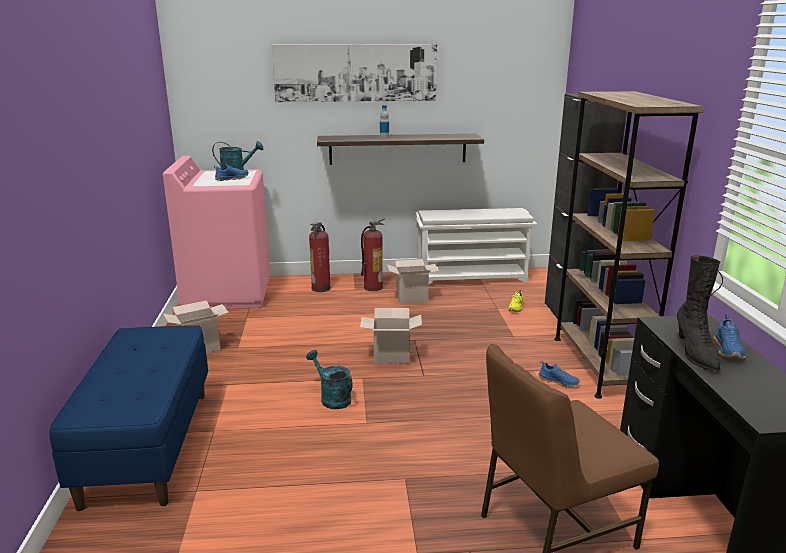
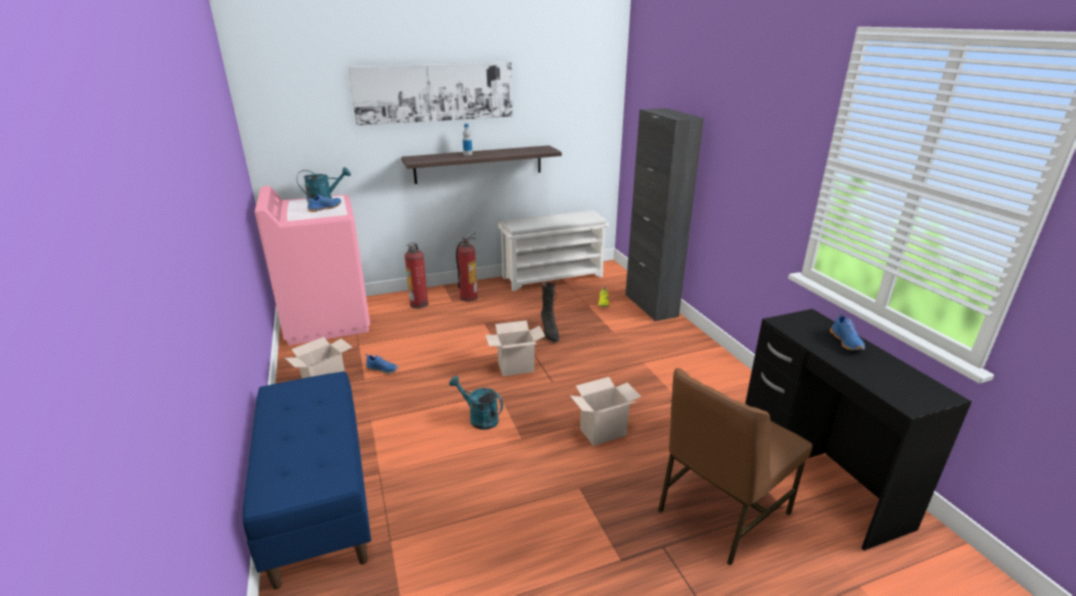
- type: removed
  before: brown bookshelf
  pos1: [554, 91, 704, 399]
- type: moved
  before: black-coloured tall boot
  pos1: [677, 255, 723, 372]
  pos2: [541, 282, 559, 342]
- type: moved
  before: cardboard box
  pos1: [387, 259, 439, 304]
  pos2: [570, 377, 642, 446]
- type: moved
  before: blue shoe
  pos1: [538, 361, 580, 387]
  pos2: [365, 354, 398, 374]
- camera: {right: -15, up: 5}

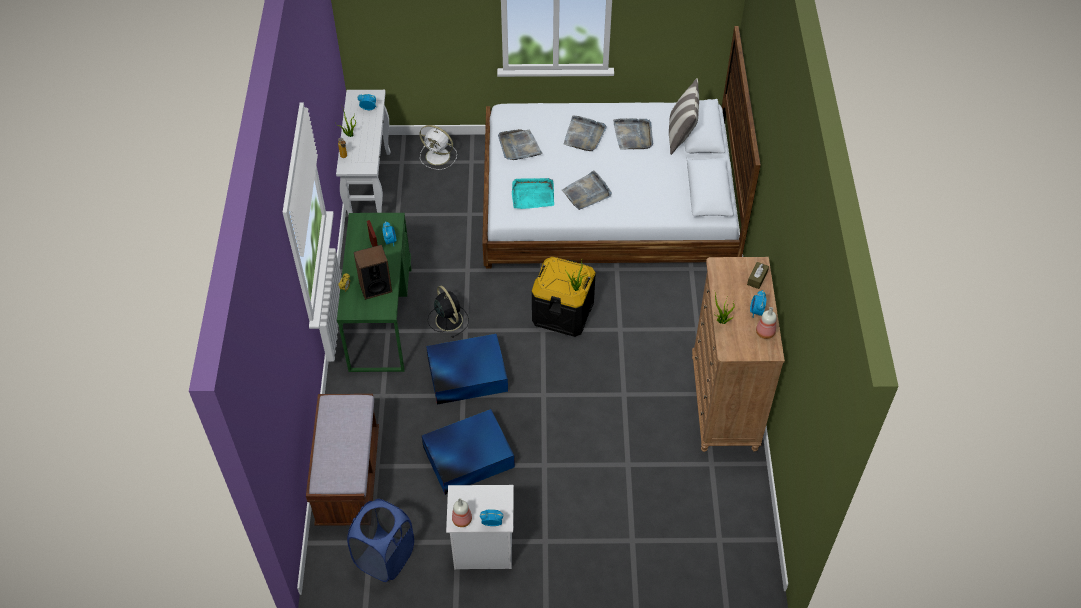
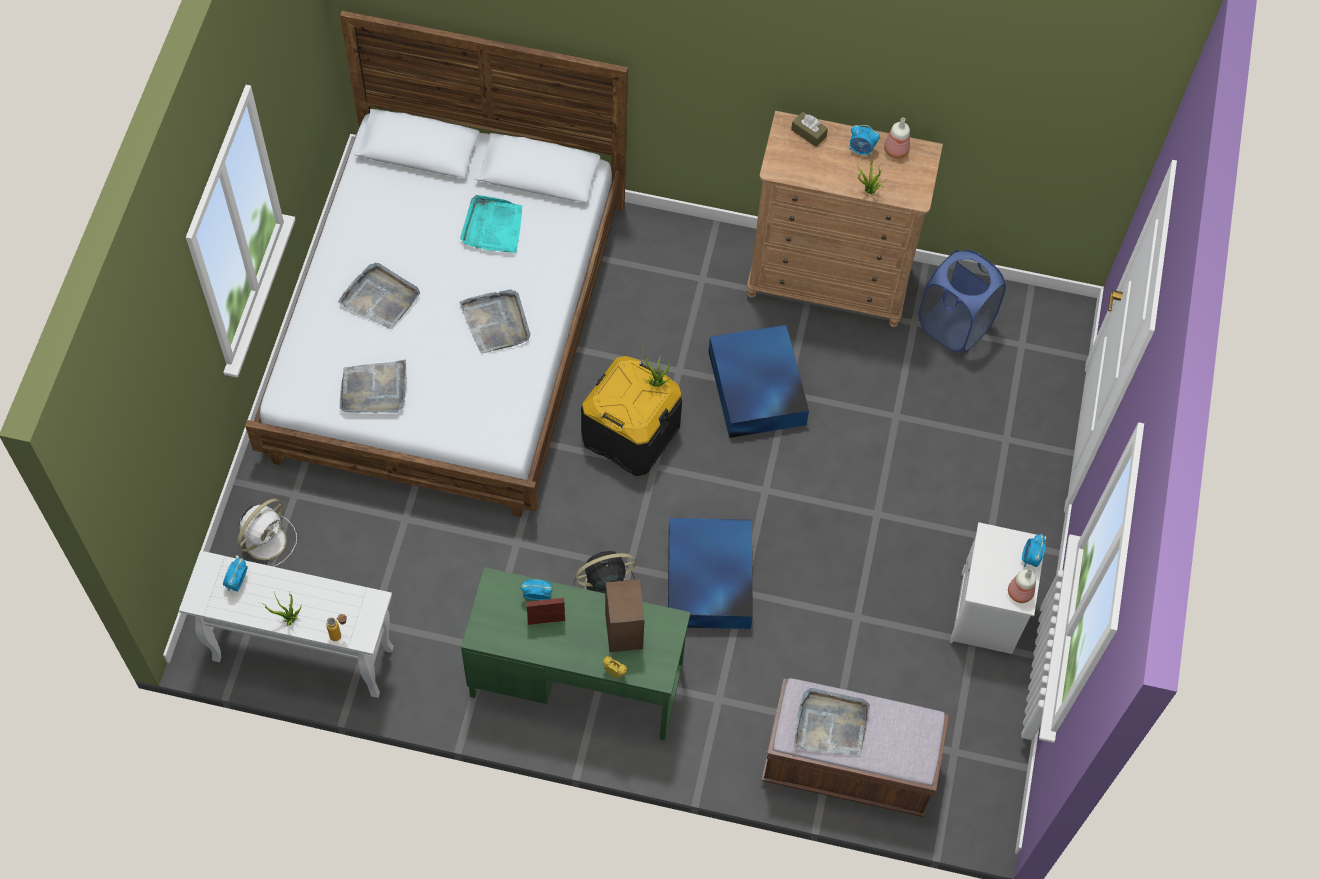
- type: removed
  before: cushion
  pos1: [669, 78, 699, 155]
- type: moved
  before: greyish tray
  pos1: [613, 118, 653, 150]
  pos2: [794, 688, 870, 755]
- type: moved
  before: blue-green tray
  pos1: [512, 178, 554, 209]
  pos2: [460, 195, 522, 253]
- type: moved
  before: blue storage bin
  pos1: [422, 409, 515, 495]
  pos2: [709, 324, 809, 438]
- type: moved
  before: blue laundry basket
  pos1: [347, 499, 414, 582]
  pos2: [918, 250, 1006, 353]
- camera: {right: -80, up: 10}

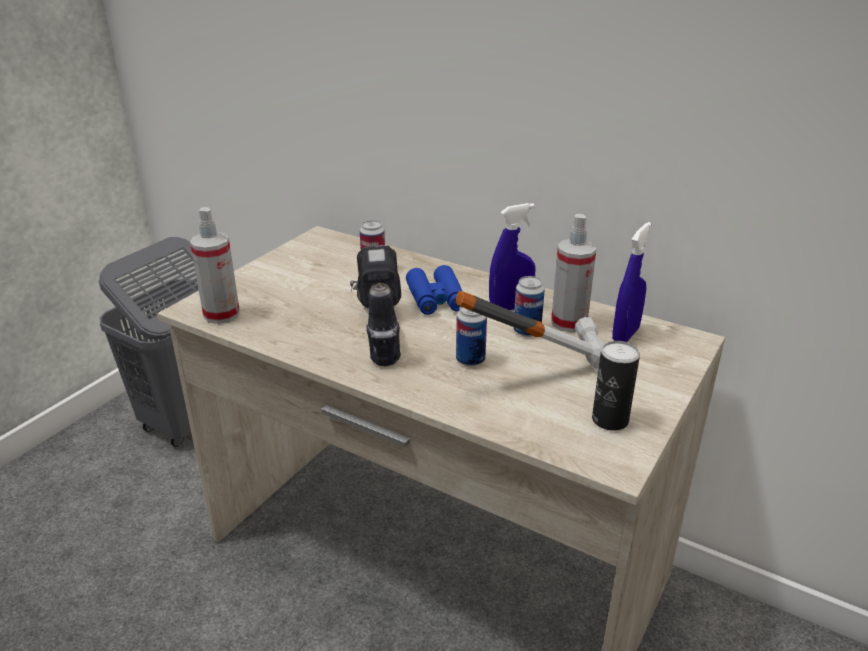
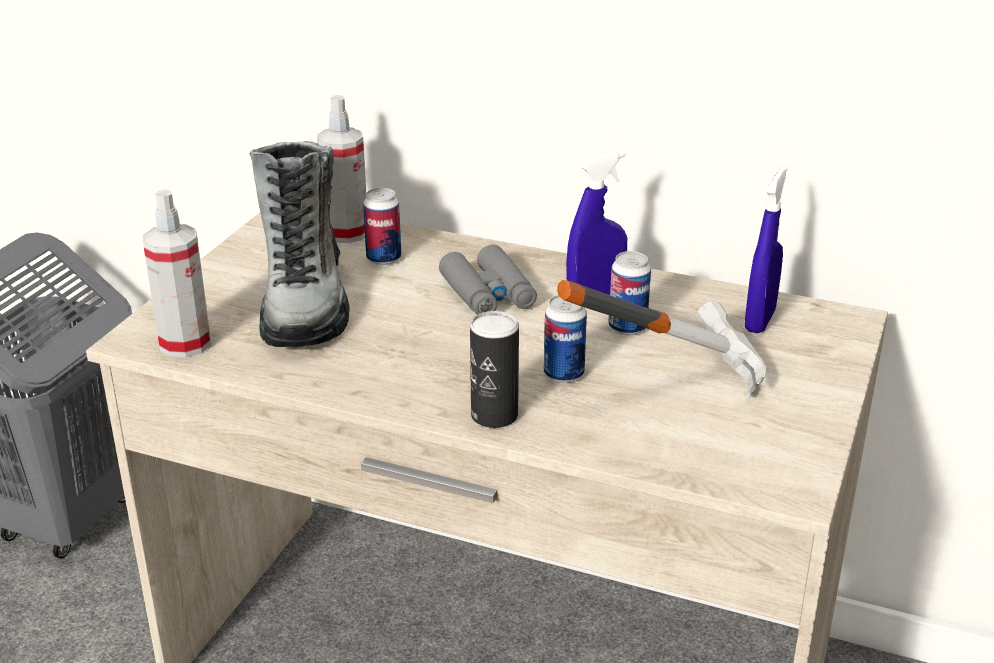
- type: moved
  before: spray bottle
  pos1: [551, 214, 596, 332]
  pos2: [317, 95, 366, 243]
- type: removed
  before: electric drill
  pos1: [350, 245, 401, 366]
- type: recoloured
  before: blue binoculars
  after: greyish binoculars
  pos1: [406, 265, 462, 315]
  pos2: [439, 245, 537, 315]
- type: moved
  before: metal can
  pos1: [592, 341, 640, 431]
  pos2: [470, 311, 519, 428]
- type: added
  after: tall boot
  pos2: [249, 141, 350, 347]
- camera: {right: -10, up: 0}

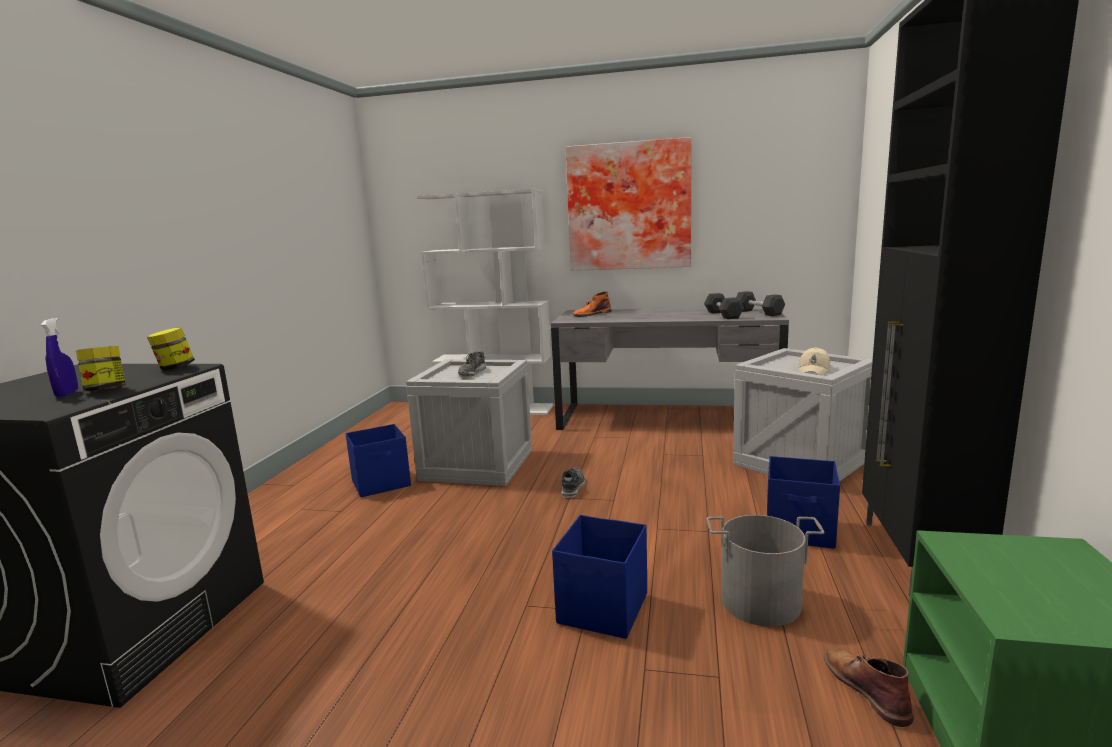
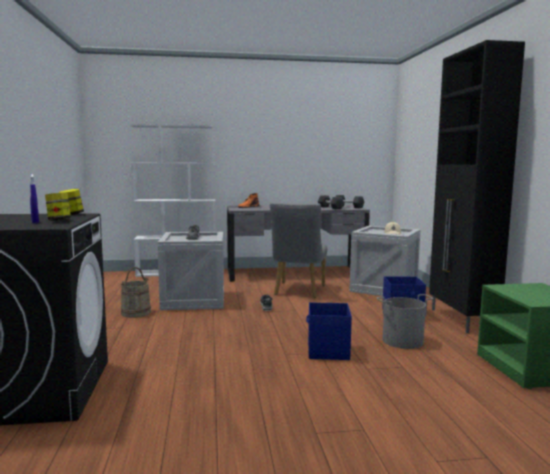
- type: removed
  before: picture
  pos1: [565, 137, 692, 271]
- type: replaced
  before: blue storage bin
  after: beige-coloured pail
  pos1: [346, 424, 411, 497]
  pos2: [121, 267, 151, 318]
- type: removed
  before: brown tall boot
  pos1: [824, 647, 914, 727]
- type: added
  after: greyish upright chair
  pos2: [270, 202, 327, 298]
- camera: {right: -20, up: -5}

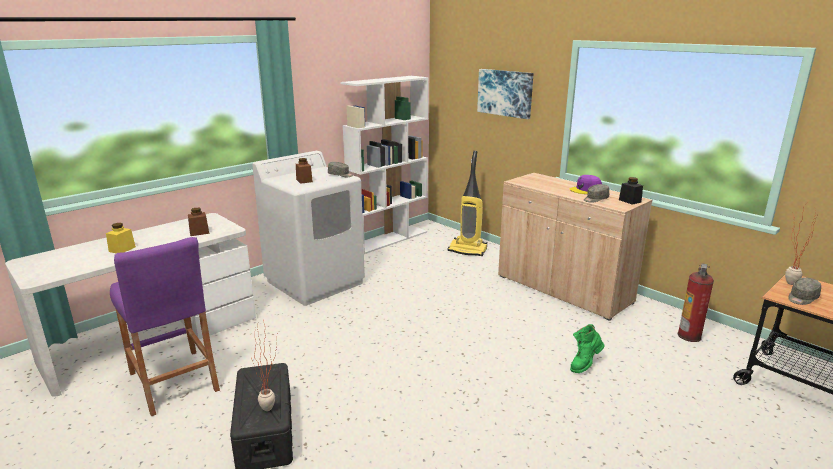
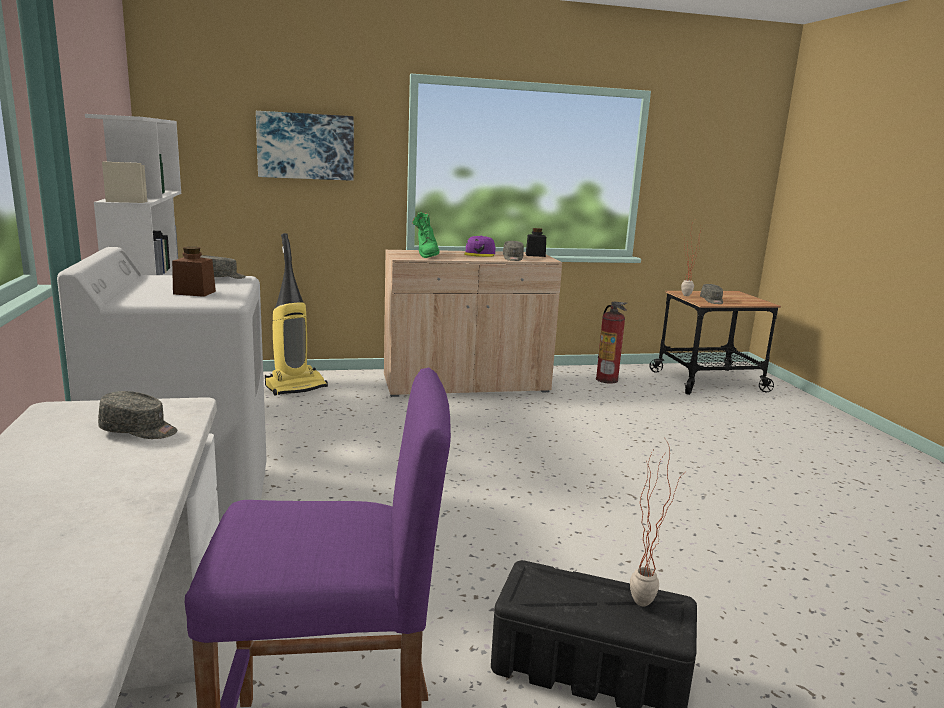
- type: replaced
  before: brown preserve jar
  after: greyish cap
  pos1: [188, 208, 209, 236]
  pos2: [98, 391, 177, 439]
- type: removed
  before: yellow preserve jar
  pos1: [106, 223, 136, 253]
- type: moved
  before: green-coloured tall boot
  pos1: [570, 324, 604, 373]
  pos2: [412, 212, 439, 258]
- camera: {right: -60, up: -5}

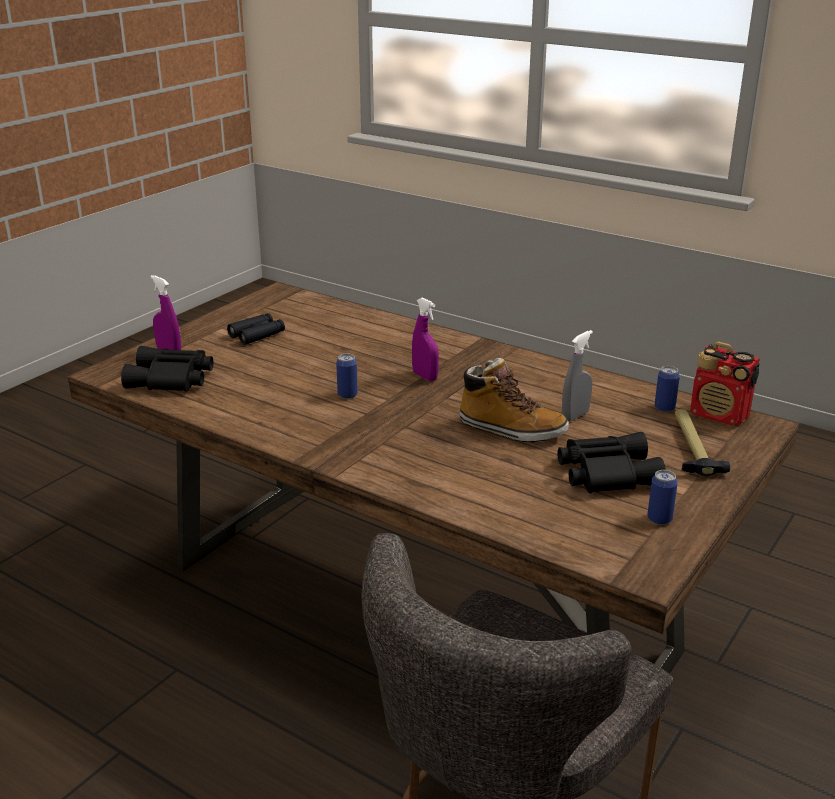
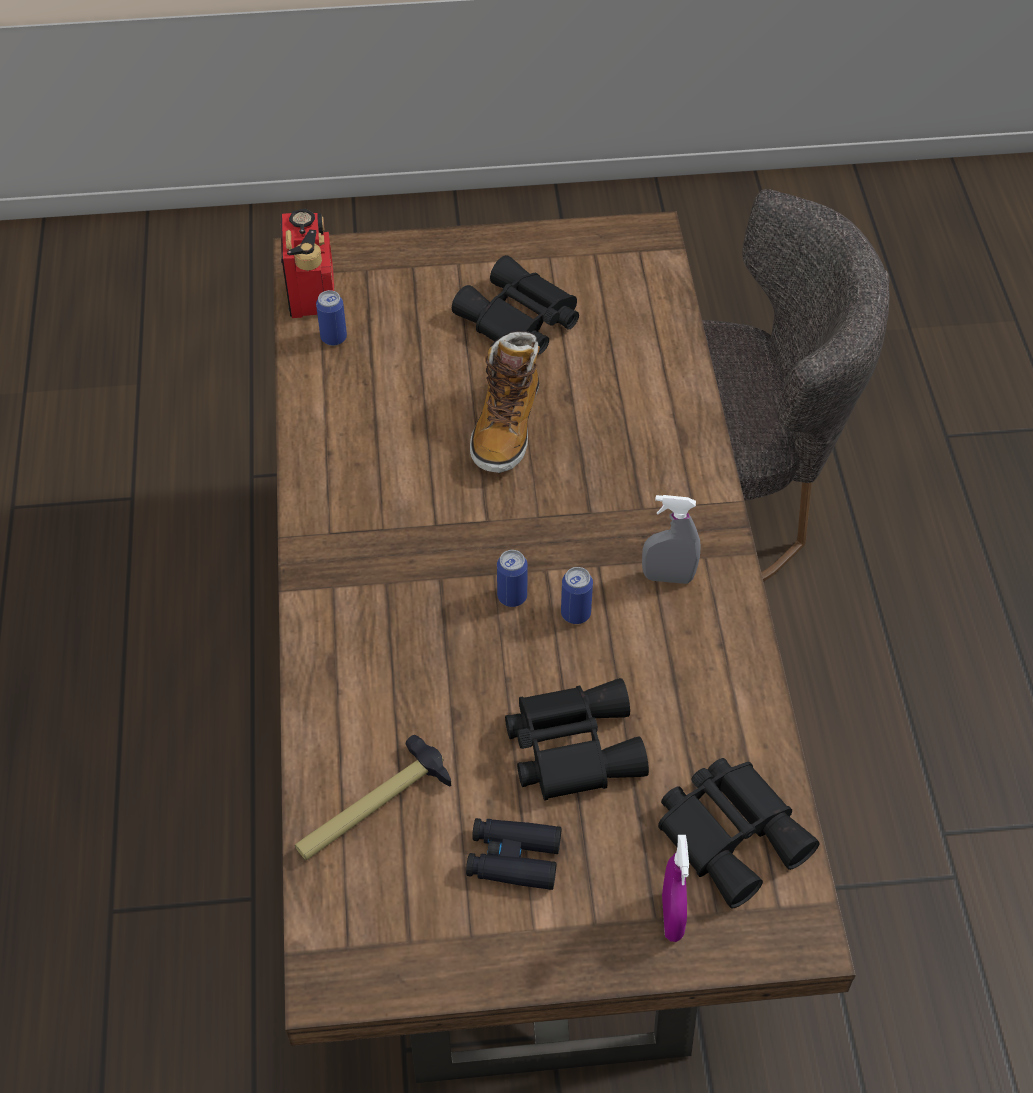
- type: removed
  before: purplish spray bottle
  pos1: [412, 297, 439, 381]
- type: moved
  before: greyish spray bottle
  pos1: [562, 330, 593, 421]
  pos2: [642, 495, 701, 584]
- type: turned
  before: tall boot
  pos1: [459, 358, 569, 443]
  pos2: [470, 330, 540, 473]
  turn: -150
- type: moved
  before: tool hammer
  pos1: [675, 409, 730, 476]
  pos2: [295, 735, 451, 860]
- type: moved
  before: metal can
  pos1: [647, 470, 678, 525]
  pos2: [497, 550, 528, 607]
- type: added
  after: black-coloured binoculars
  pos2: [505, 678, 649, 801]
- camera: {right: -130, up: 25}

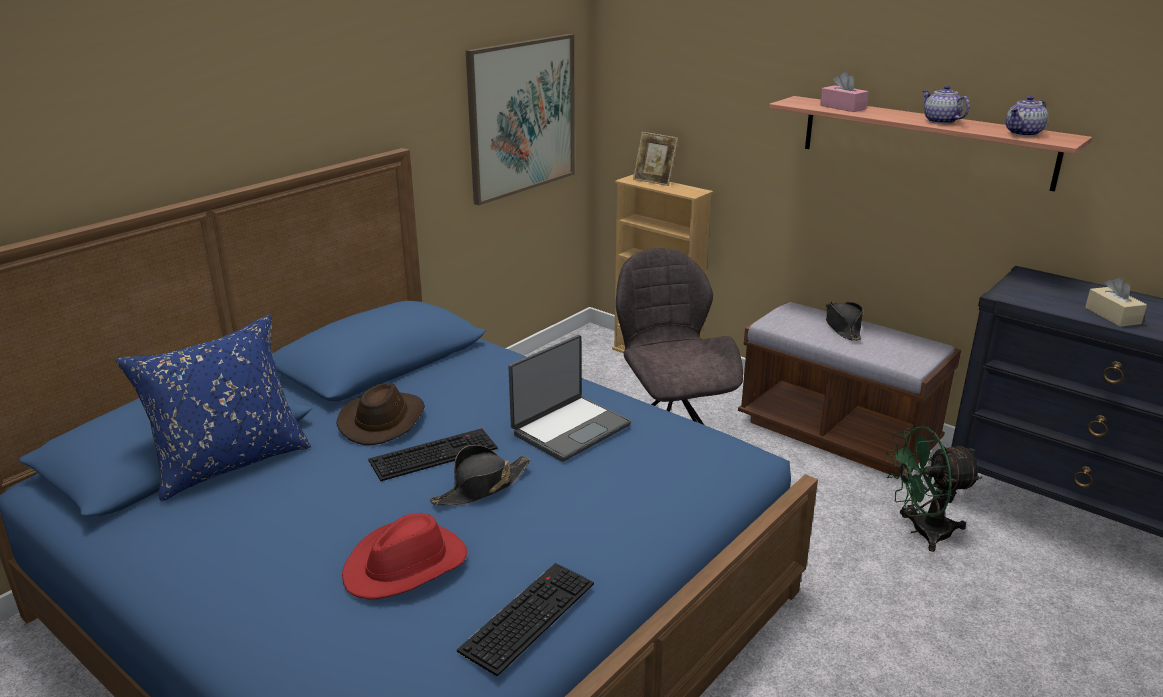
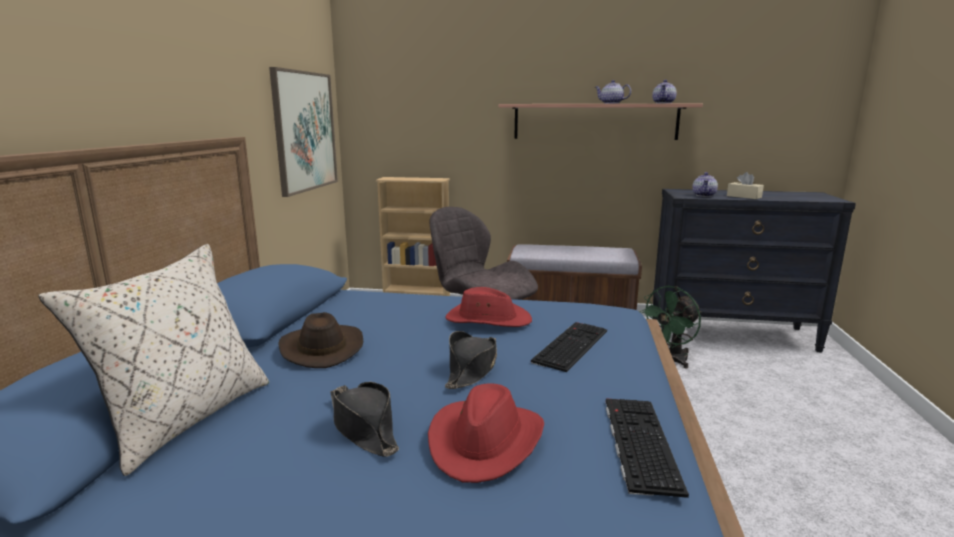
- type: removed
  before: pink-coloured box of tissues
  pos1: [820, 72, 869, 112]
- type: removed
  before: photo frame
  pos1: [633, 132, 678, 186]
- type: moved
  before: black-coloured clothing hat
  pos1: [826, 301, 863, 341]
  pos2: [330, 382, 399, 457]
- type: recoloured
  before: blue cushion
  after: beige-coloured cushion
  pos1: [116, 314, 311, 501]
  pos2: [38, 244, 269, 476]
- type: replaced
  before: laptop
  after: red-coloured clothing hat
  pos1: [508, 335, 631, 462]
  pos2: [446, 287, 532, 327]
- type: moved
  before: PC keyboard
  pos1: [368, 428, 498, 481]
  pos2: [531, 322, 607, 372]
- type: added
  after: teapot
  pos2: [692, 172, 718, 197]
- camera: {right: -30, up: -10}

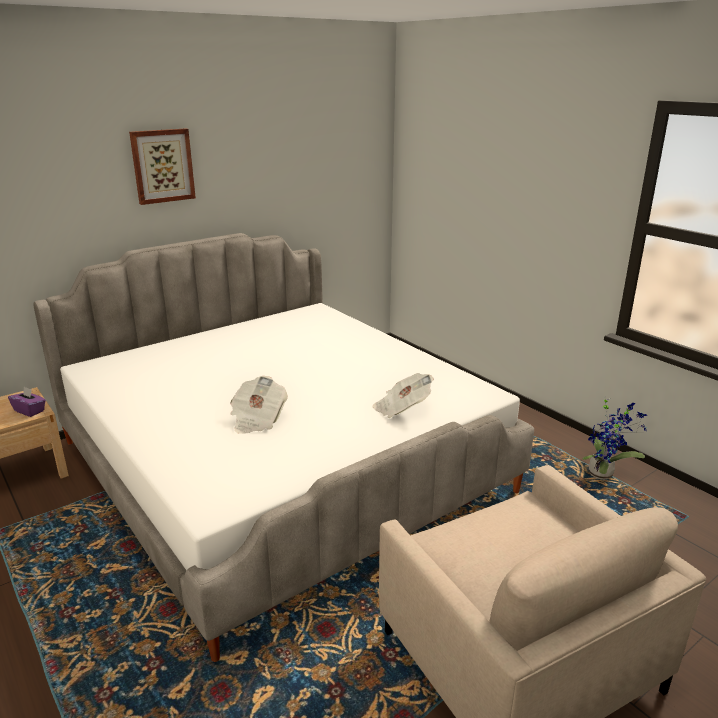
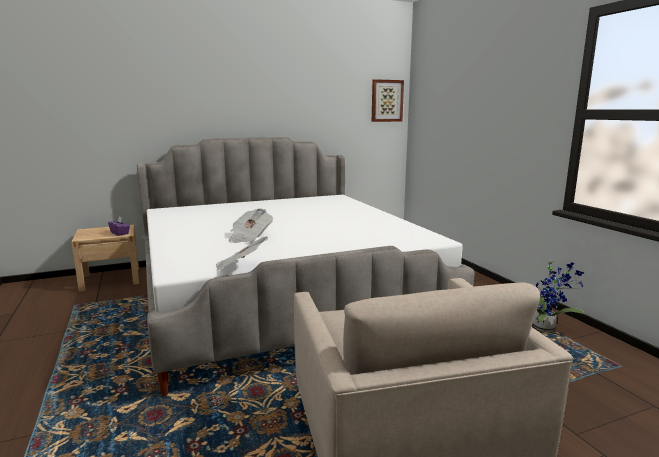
- type: moved
  before: picture
  pos1: [129, 128, 196, 205]
  pos2: [372, 79, 404, 122]
- type: moved
  before: newspaper
  pos1: [372, 373, 434, 418]
  pos2: [216, 237, 268, 271]
- camera: {right: 15, up: -10}

